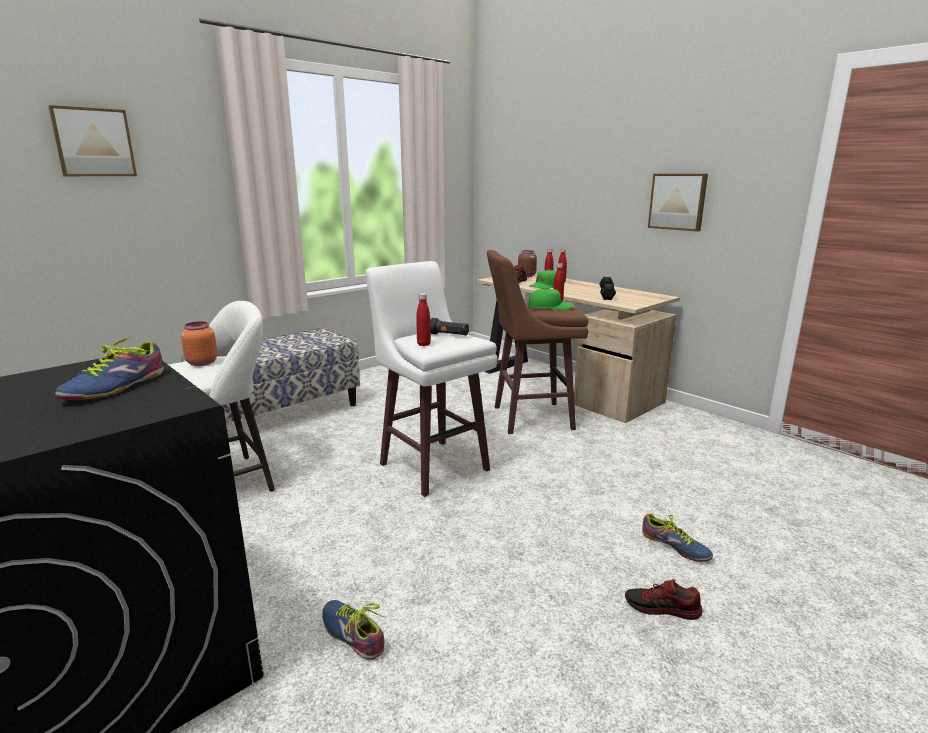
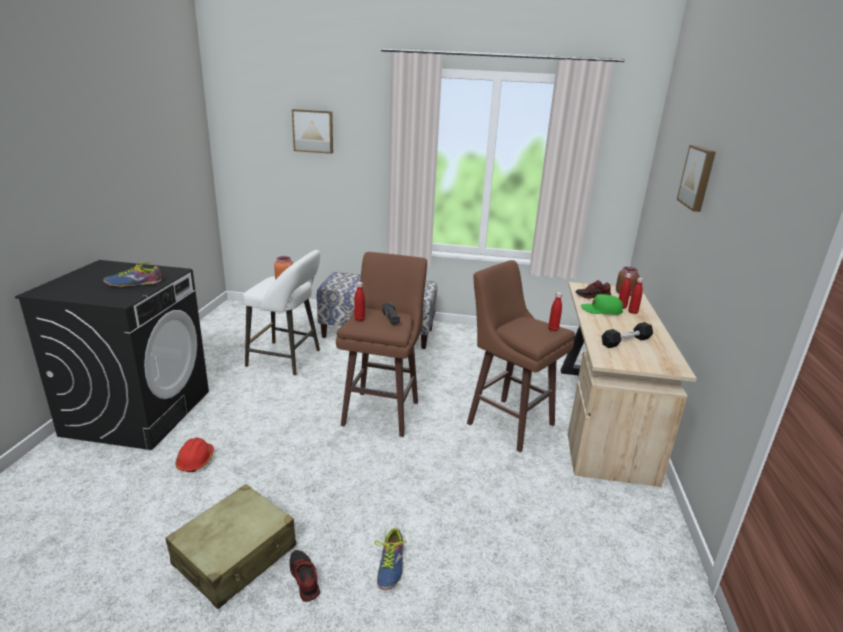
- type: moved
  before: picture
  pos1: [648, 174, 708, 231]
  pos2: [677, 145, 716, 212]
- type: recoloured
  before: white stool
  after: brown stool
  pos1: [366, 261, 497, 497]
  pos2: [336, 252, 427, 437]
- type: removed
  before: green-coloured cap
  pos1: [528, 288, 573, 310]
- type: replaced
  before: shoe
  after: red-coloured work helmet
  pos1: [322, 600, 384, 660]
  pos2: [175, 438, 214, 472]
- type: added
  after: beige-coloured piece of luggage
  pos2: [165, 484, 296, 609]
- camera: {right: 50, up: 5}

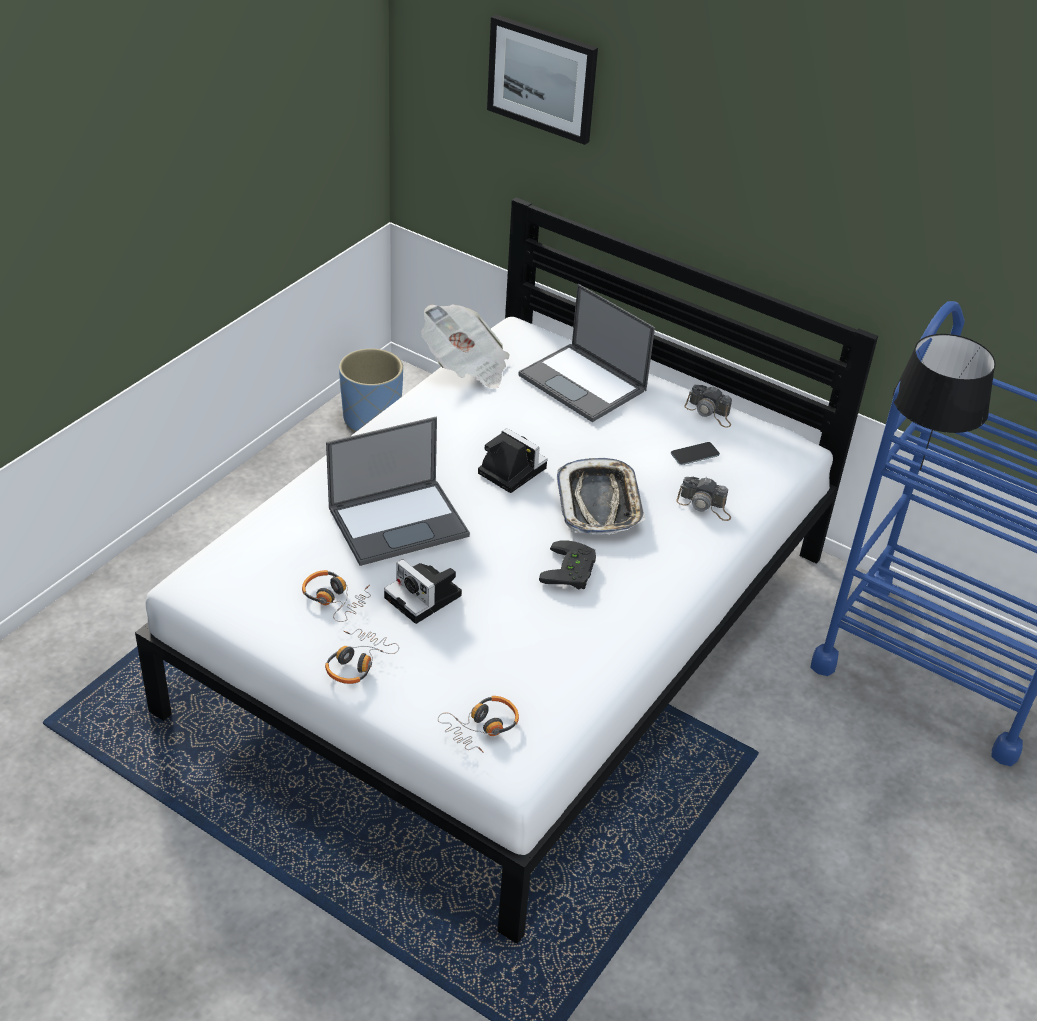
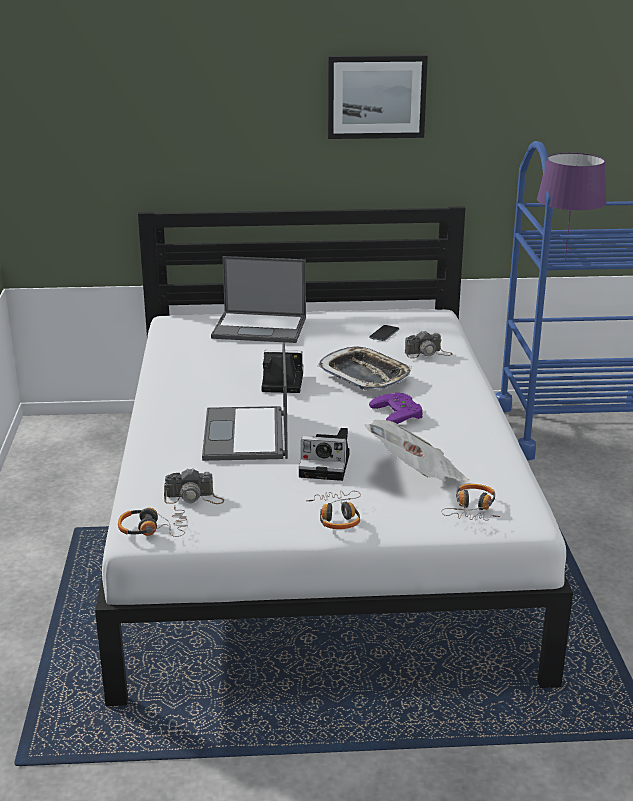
- type: moved
  before: picture
  pos1: [487, 15, 598, 145]
  pos2: [328, 55, 428, 139]
- type: moved
  before: newspaper
  pos1: [421, 304, 510, 388]
  pos2: [365, 420, 469, 482]
- type: recoloured
  before: black-coloured lamp for a table
  after: purplish lamp for a table
  pos1: [893, 334, 996, 470]
  pos2: [537, 153, 607, 260]
- type: removed
  before: blue flower pot
  pos1: [339, 348, 403, 432]
- type: moved
  before: photo camera
  pos1: [684, 385, 732, 428]
  pos2: [164, 468, 224, 504]
- type: turned
  before: laptop
  pos1: [326, 416, 470, 566]
  pos2: [202, 342, 288, 461]
  turn: 150
- type: recoloured
  before: black-coloured game controller
  after: purplish game controller
  pos1: [539, 541, 596, 589]
  pos2: [369, 392, 423, 424]
- type: moved
  before: headset
  pos1: [302, 570, 371, 622]
  pos2: [118, 506, 188, 537]
- camera: {right: -35, up: -15}

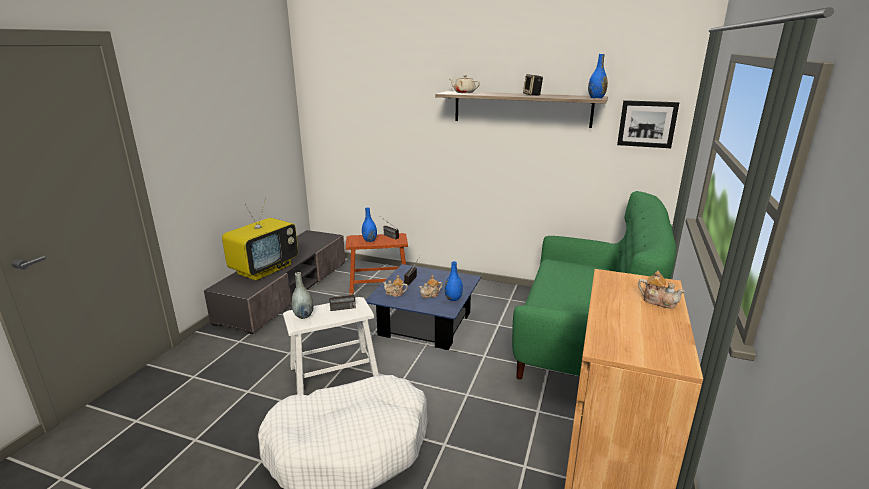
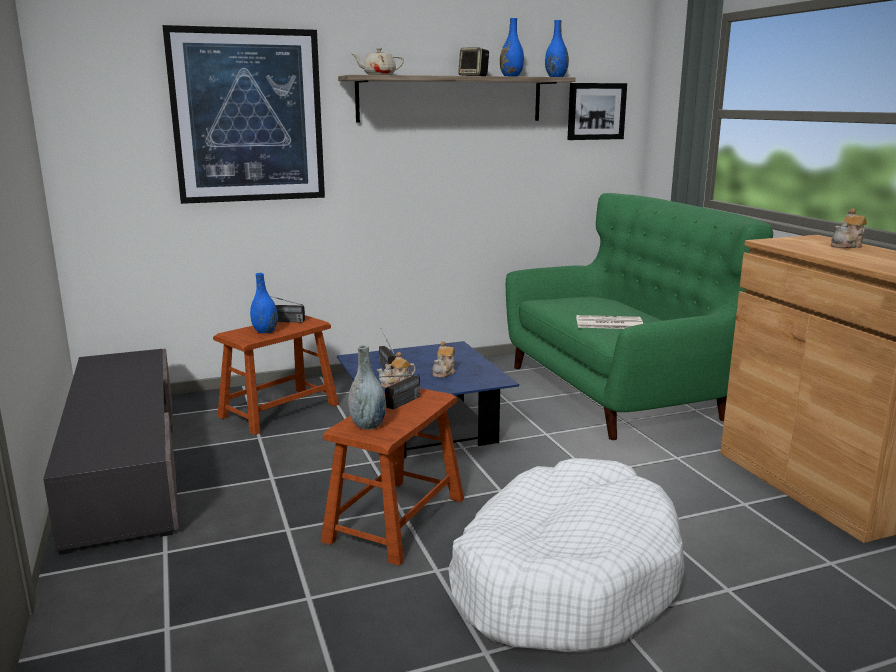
- type: removed
  before: television
  pos1: [222, 198, 298, 281]
- type: moved
  before: blue vase
  pos1: [445, 261, 463, 301]
  pos2: [500, 18, 524, 77]
- type: turned
  before: teapot
  pos1: [638, 271, 685, 309]
  pos2: [831, 208, 867, 248]
  turn: 150
- type: recoloured
  before: white stool
  after: brown stool
  pos1: [283, 297, 379, 395]
  pos2: [321, 388, 464, 566]
- type: added
  after: picture
  pos2: [162, 25, 325, 204]
- type: added
  after: newspaper
  pos2: [576, 315, 643, 329]
- camera: {right: -40, up: -5}

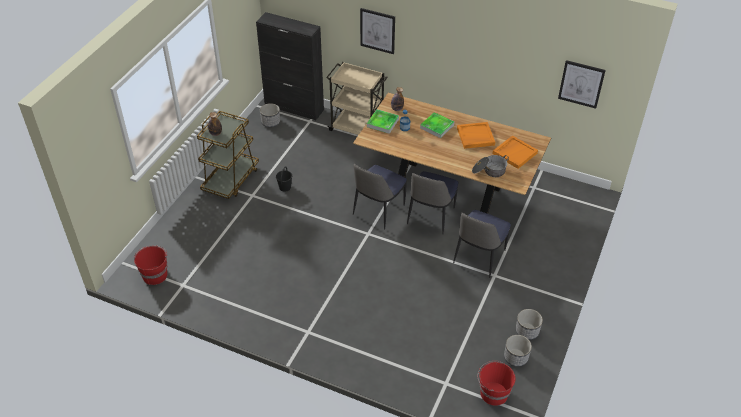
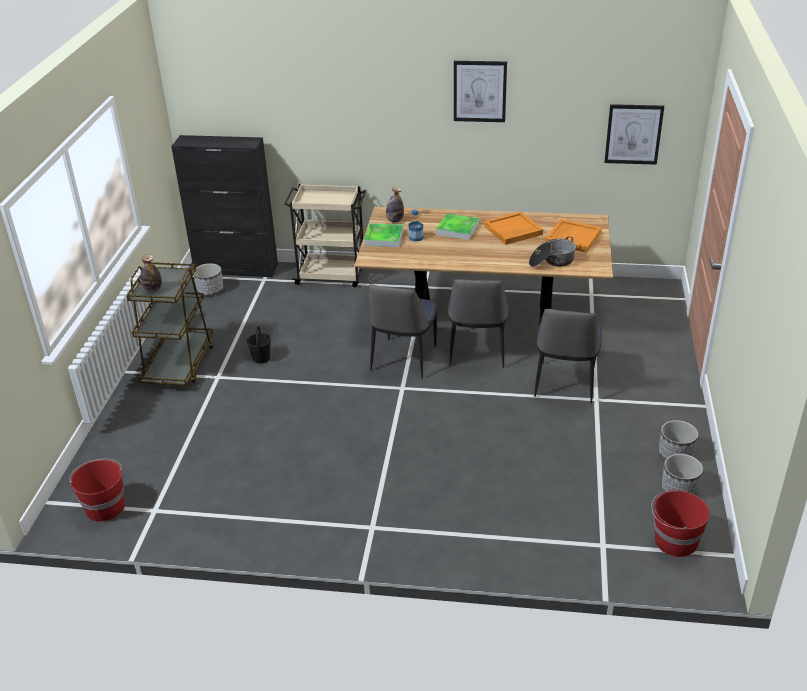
- type: moved
  before: picture
  pos1: [360, 8, 395, 54]
  pos2: [454, 61, 507, 122]
- camera: {right: -15, up: -10}

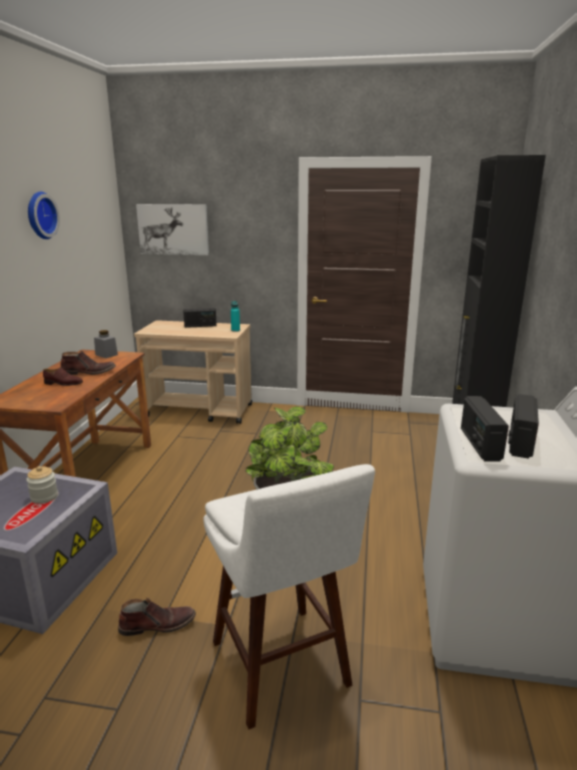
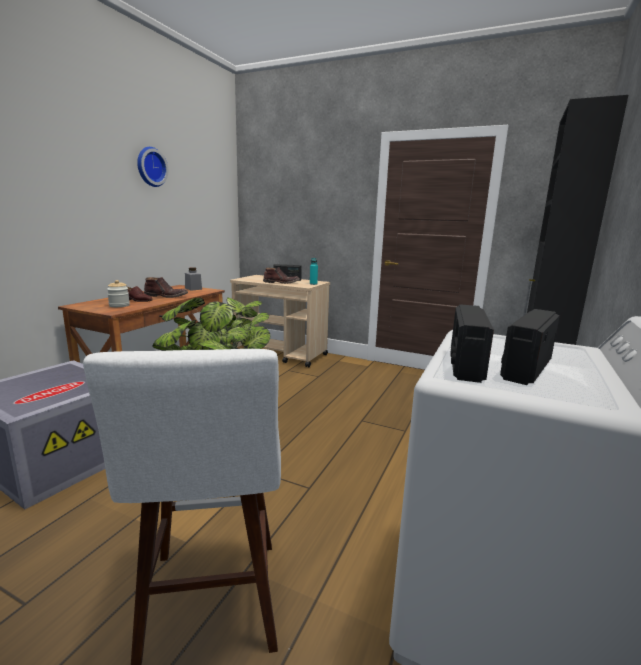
- type: removed
  before: picture
  pos1: [136, 204, 209, 255]
- type: moved
  before: preserve jar
  pos1: [26, 466, 58, 504]
  pos2: [107, 280, 130, 307]
- type: moved
  before: brown tall boot
  pos1: [118, 598, 196, 636]
  pos2: [263, 267, 300, 284]
- camera: {right: 15, up: -5}

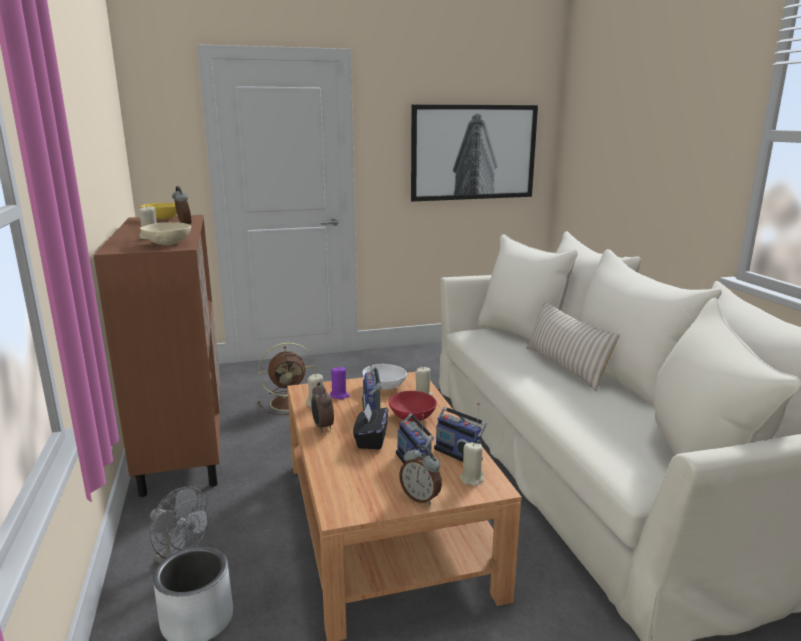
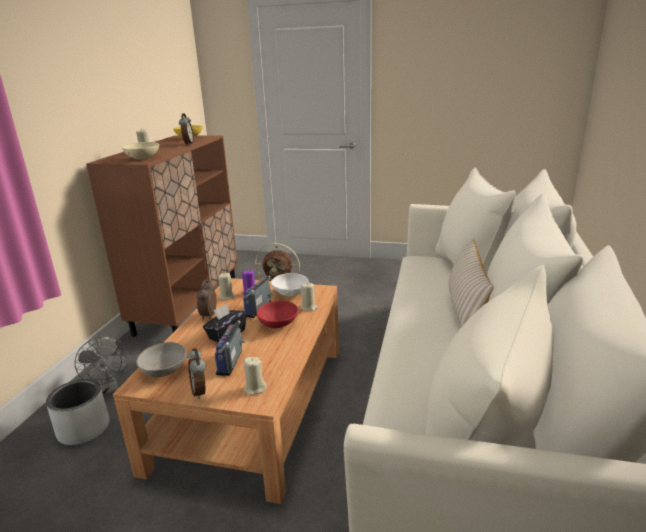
- type: removed
  before: picture
  pos1: [411, 104, 538, 202]
- type: removed
  before: radio receiver
  pos1: [434, 403, 487, 462]
- type: added
  after: greyish bowl
  pos2: [136, 342, 186, 378]
- camera: {right: 30, up: 5}

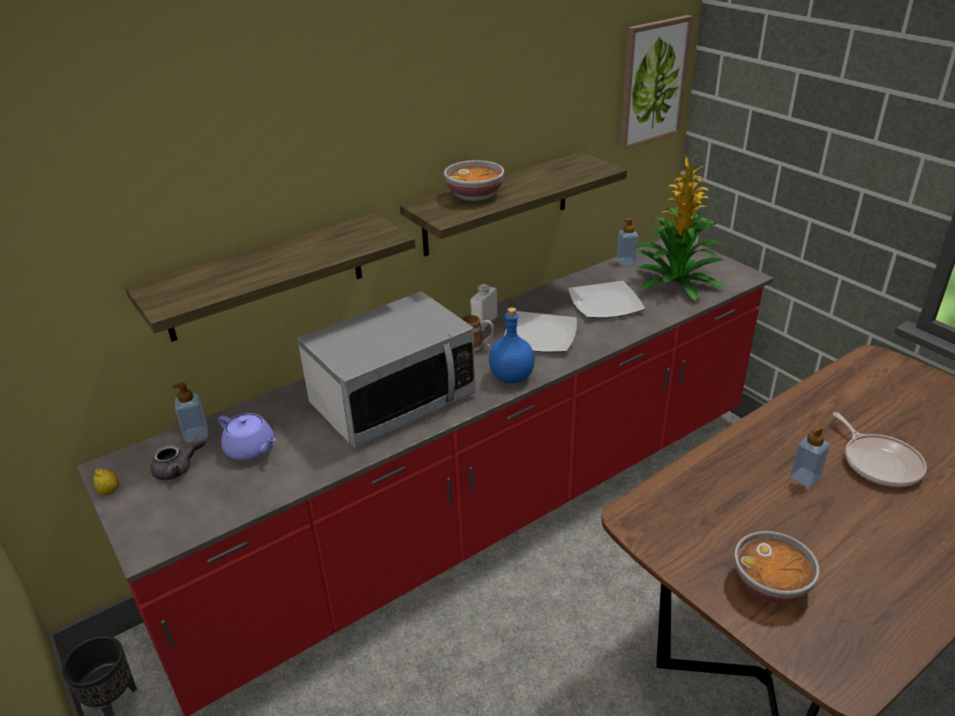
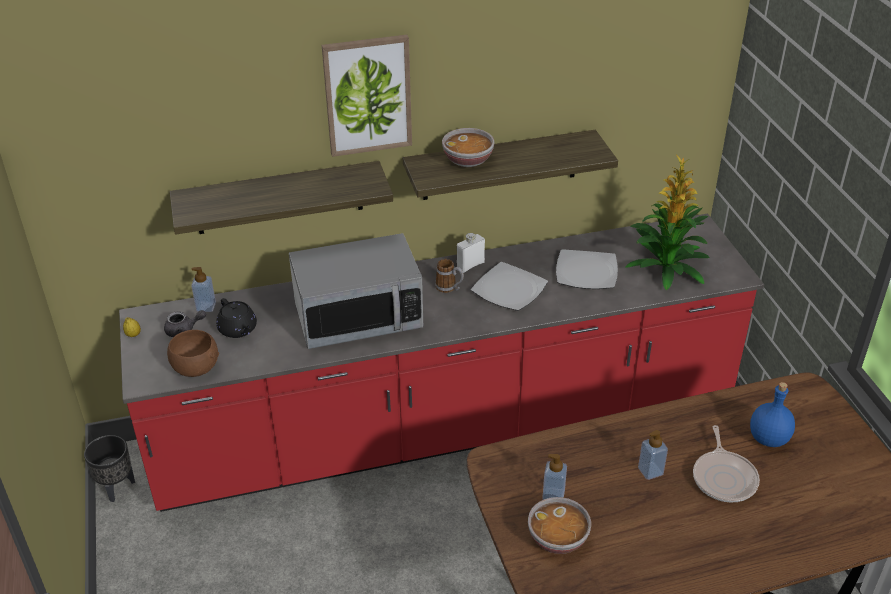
- type: moved
  before: picture
  pos1: [619, 15, 693, 150]
  pos2: [322, 35, 412, 157]
- type: moved
  before: liquid soap bottle
  pos1: [617, 218, 638, 266]
  pos2: [542, 454, 567, 500]
- type: moved
  before: blue bottle
  pos1: [489, 307, 535, 383]
  pos2: [750, 382, 795, 447]
- type: recoloured
  before: purplish teapot
  after: black-coloured teapot
  pos1: [218, 413, 276, 461]
  pos2: [216, 298, 257, 338]
- type: added
  after: brown bowl
  pos2: [167, 330, 219, 377]
- camera: {right: 20, up: 5}

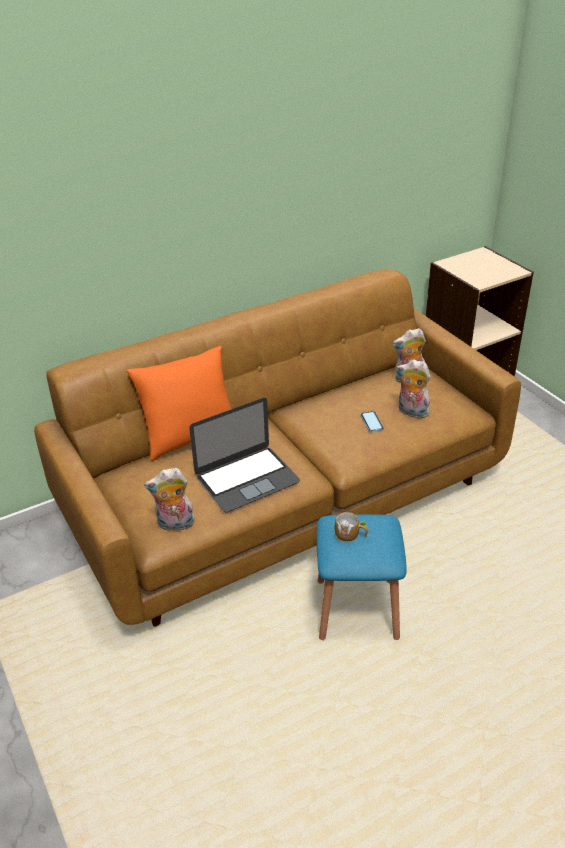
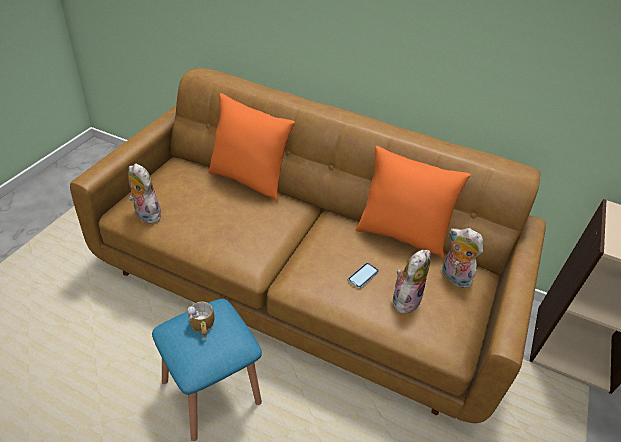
- type: turned
  before: plush toy
  pos1: [396, 359, 431, 418]
  pos2: [393, 250, 431, 314]
  turn: 45
- type: removed
  before: laptop
  pos1: [189, 398, 300, 513]
- type: added
  after: orange cushion
  pos2: [356, 146, 471, 259]
- camera: {right: 50, up: 5}

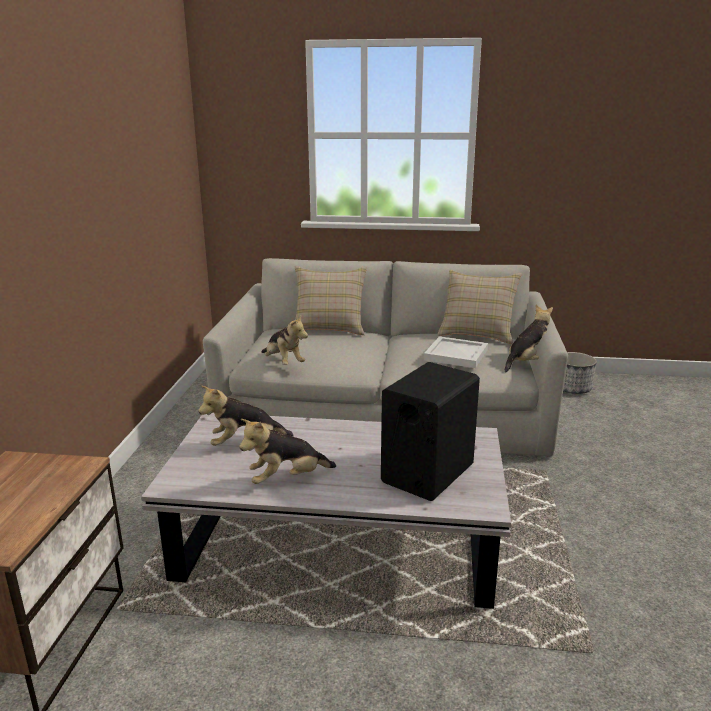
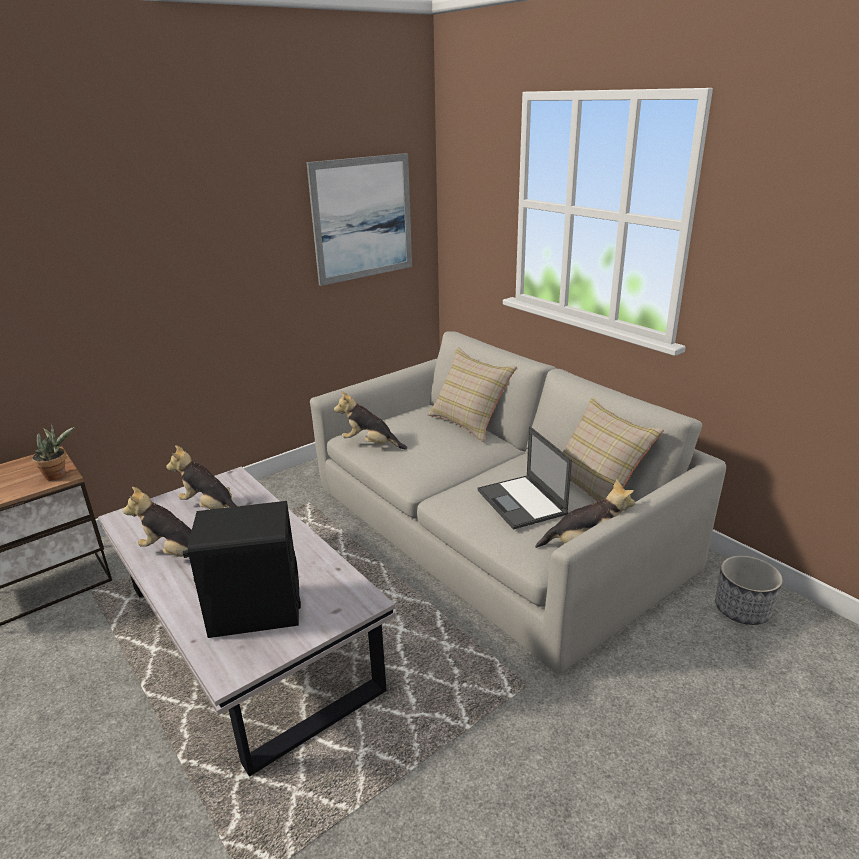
- type: turned
  before: plush toy
  pos1: [261, 316, 308, 365]
  pos2: [334, 391, 407, 450]
  turn: 105
- type: replaced
  before: white tray
  after: laptop
  pos1: [424, 336, 488, 368]
  pos2: [478, 426, 572, 530]
- type: added
  after: picture
  pos2: [306, 153, 412, 286]
- type: added
  after: potted plant
  pos2: [32, 424, 75, 480]
- camera: {right: 45, up: 5}

